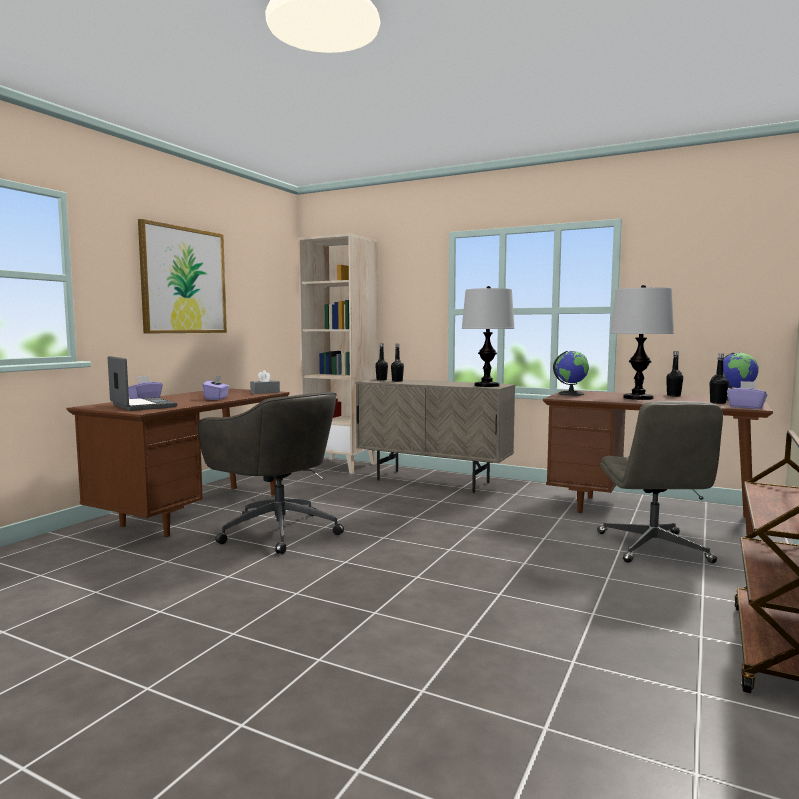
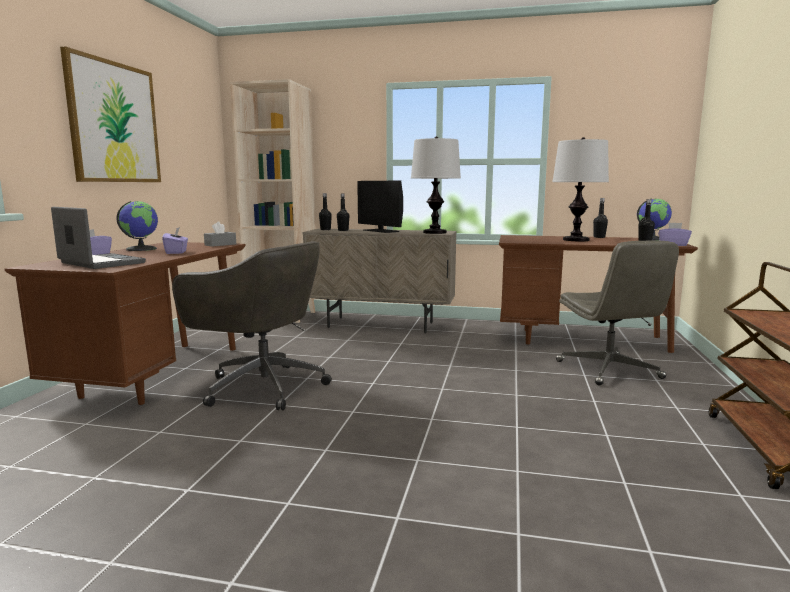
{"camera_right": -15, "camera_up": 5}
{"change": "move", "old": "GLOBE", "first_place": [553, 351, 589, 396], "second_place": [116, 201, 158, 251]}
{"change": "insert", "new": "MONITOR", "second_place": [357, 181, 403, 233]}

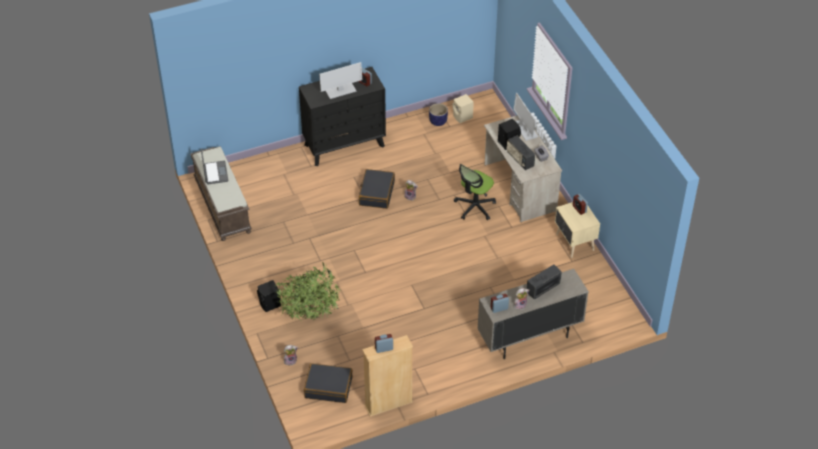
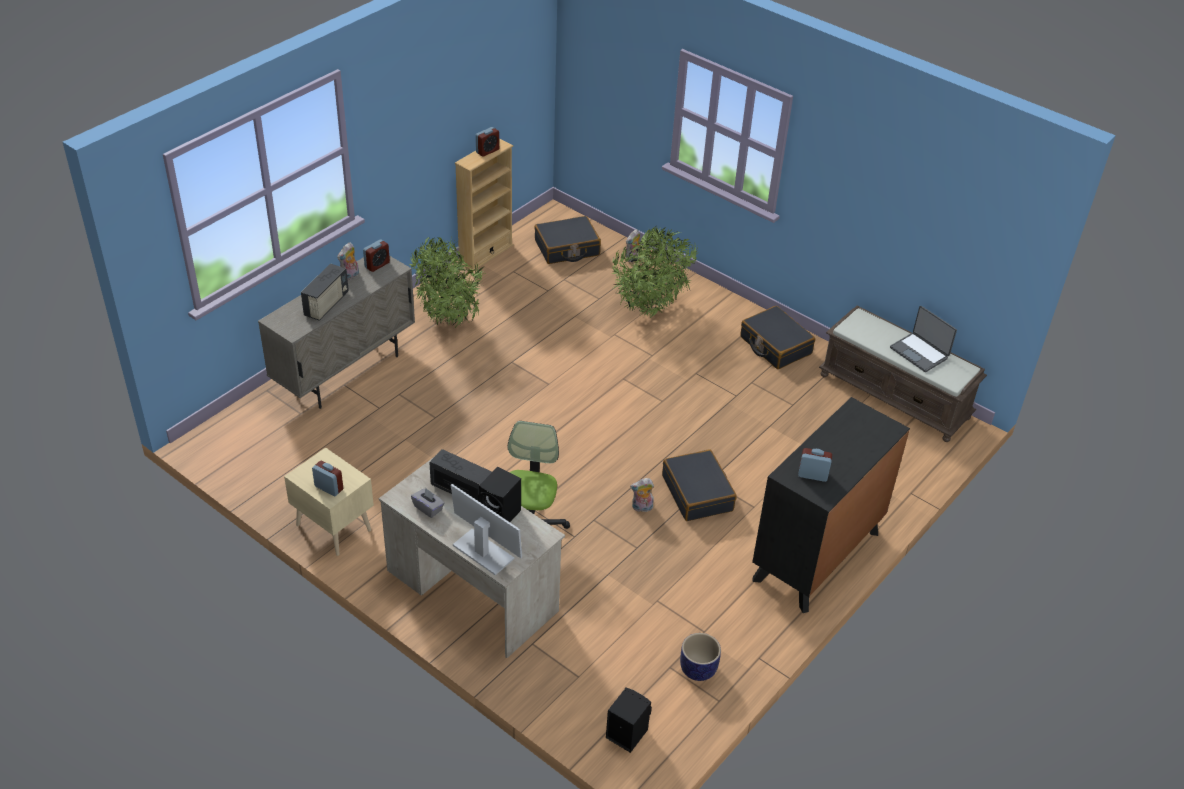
{"camera_right": 150, "camera_up": -5}
{"change": "delete", "old": "MONITOR", "first_place": [319, 62, 362, 99]}
{"change": "delete", "old": "BEIGE SPEAKER", "first_place": [453, 94, 474, 123]}
{"change": "move", "old": "BLACK SPEAKER", "first_place": [257, 280, 281, 312], "second_place": [606, 688, 652, 753]}
{"change": "insert", "new": "POTTED PLANT", "second_place": [409, 237, 486, 330]}
{"change": "insert", "new": "BLACK SUITCASE", "second_place": [740, 306, 815, 369]}

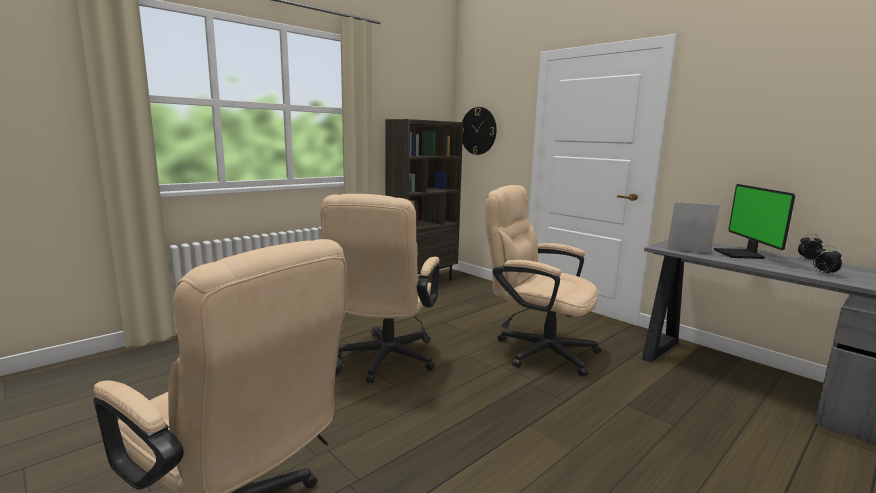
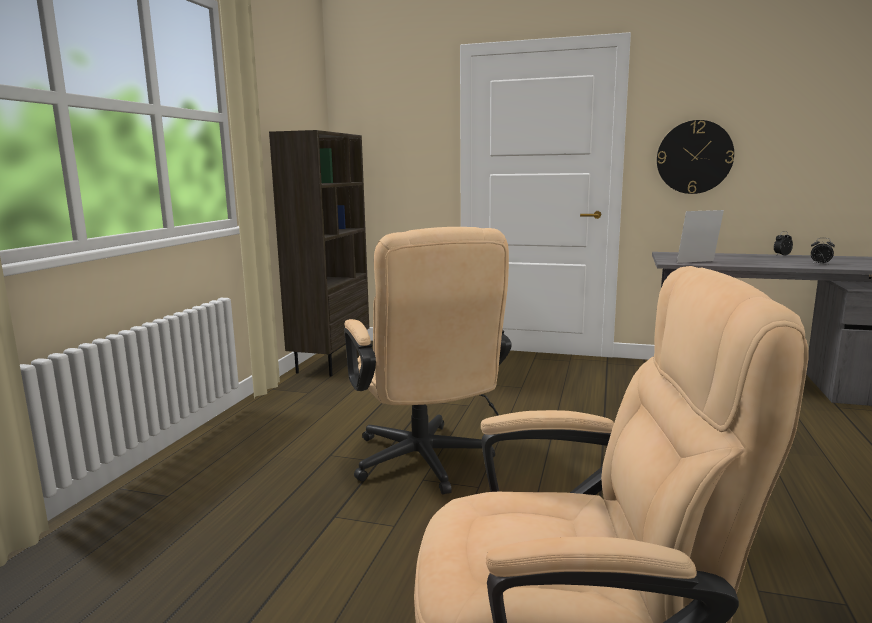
{"camera_right": -30, "camera_up": 0}
{"change": "move", "old": "WALL CLOCK", "first_place": [462, 107, 497, 155], "second_place": [657, 120, 734, 194]}
{"change": "delete", "old": "MONITOR", "first_place": [714, 184, 795, 259]}
{"change": "delete", "old": "BEIGE OFFICE CHAIR", "first_place": [485, 185, 601, 376]}

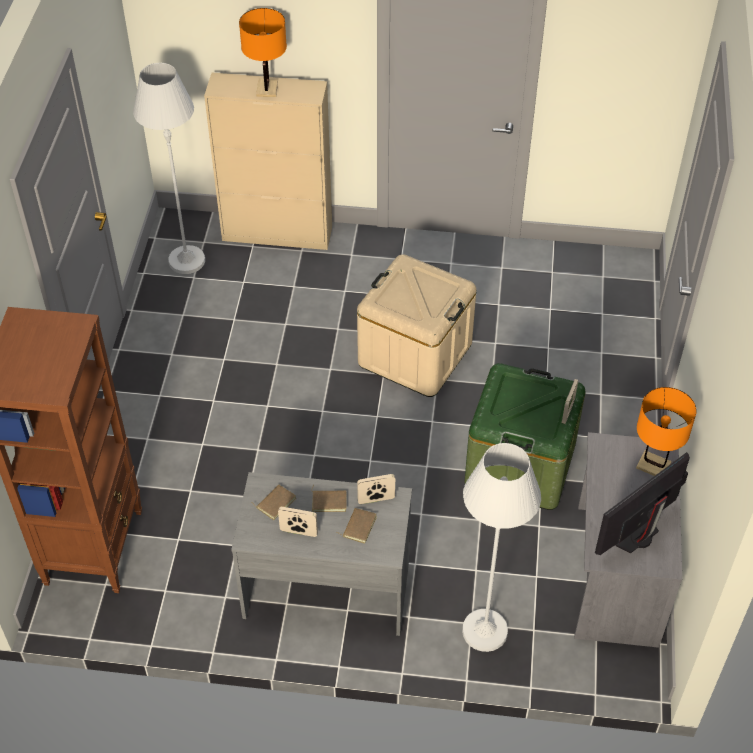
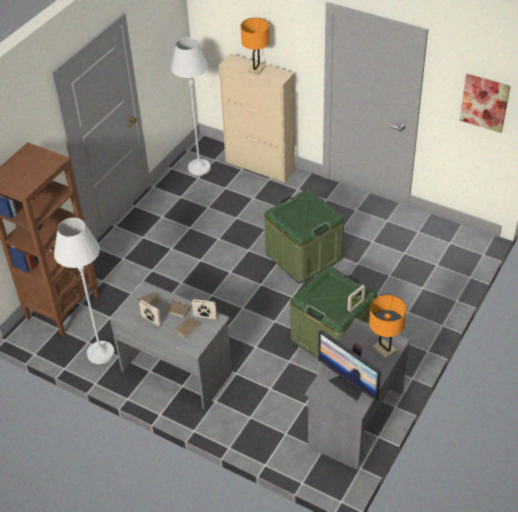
{"camera_right": 25, "camera_up": -5}
{"change": "recolor", "old": "BEIGE STORAGE BOX", "new": "GREEN STORAGE BOX", "first_place": [357, 254, 477, 397], "second_place": [264, 189, 344, 283]}
{"change": "move", "old": "WHITE FLOOR LAMP", "first_place": [462, 443, 541, 652], "second_place": [54, 218, 115, 364]}
{"change": "rotate", "old": "MONITOR", "first_place": [595, 452, 690, 555], "second_place": [318, 330, 381, 402], "degrees": -120}
{"change": "insert", "new": "PICTURE", "second_place": [460, 74, 510, 133]}

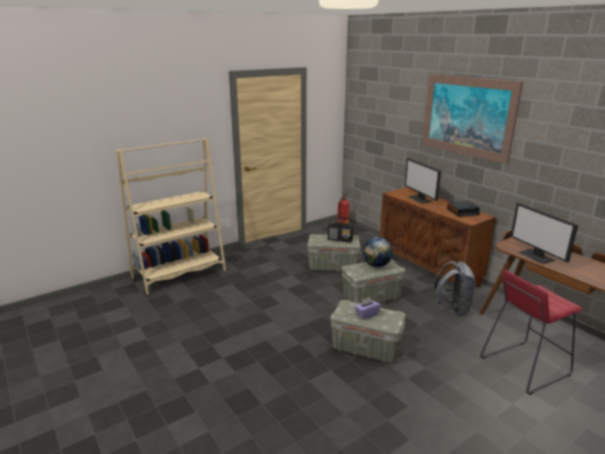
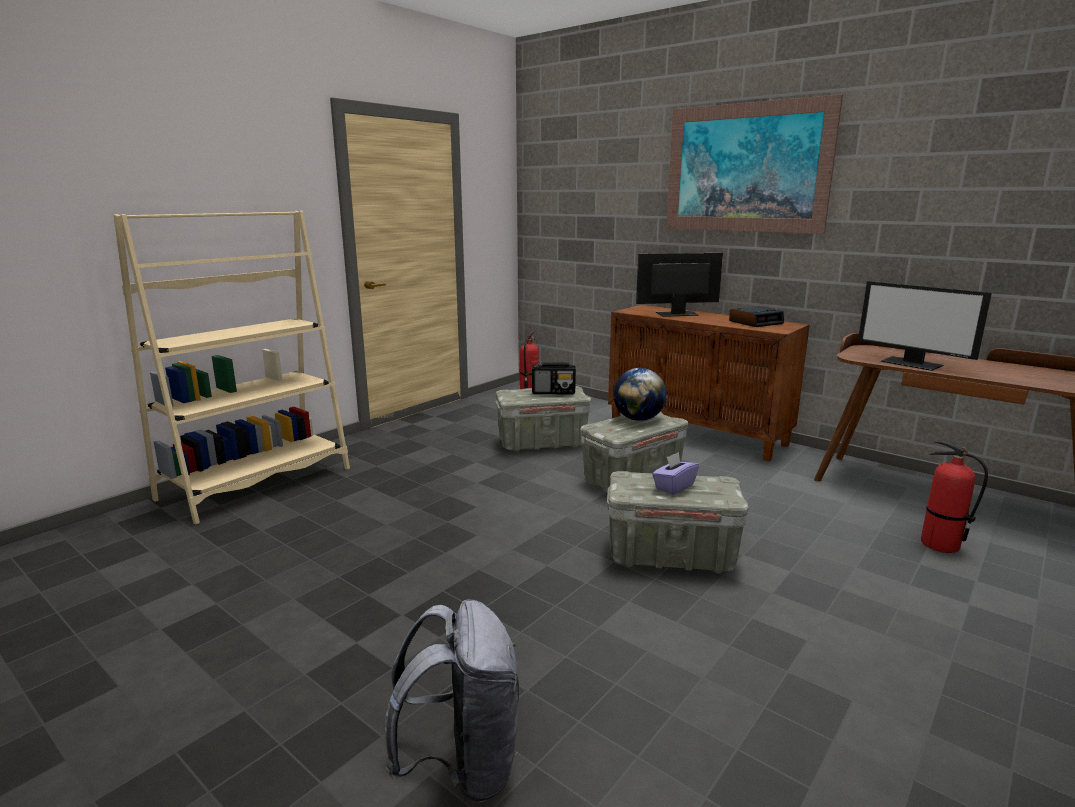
{"camera_right": -15, "camera_up": -5}
{"change": "rotate", "old": "MONITOR", "first_place": [405, 158, 441, 204], "second_place": [636, 253, 723, 317], "degrees": 120}
{"change": "move", "old": "GREY BACKPACK", "first_place": [434, 261, 476, 316], "second_place": [385, 600, 519, 802]}
{"change": "replace", "old": "RED STOOL", "new": "FIRE EXTINGUISHER", "first_place": [480, 270, 583, 395], "second_place": [921, 440, 988, 553]}

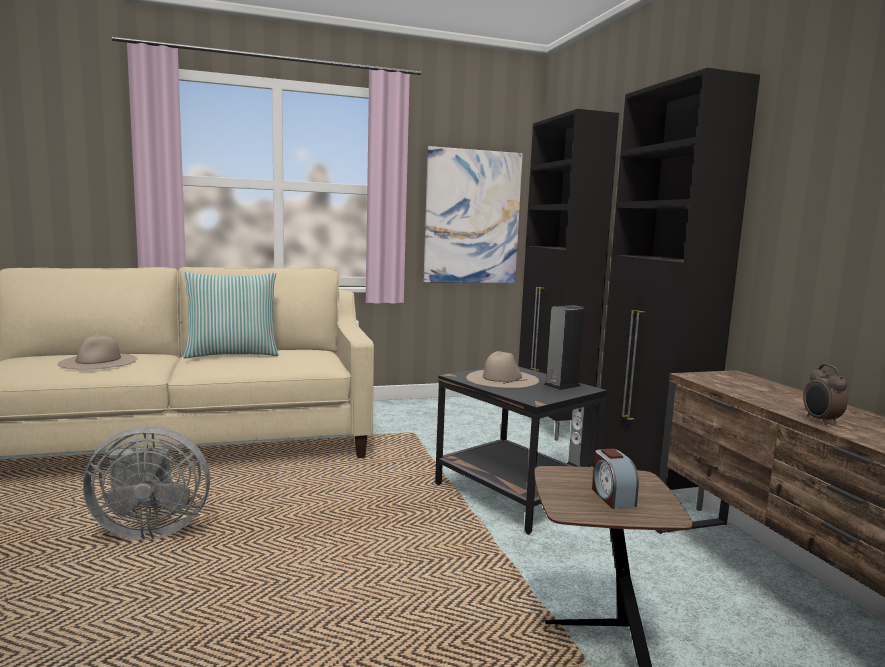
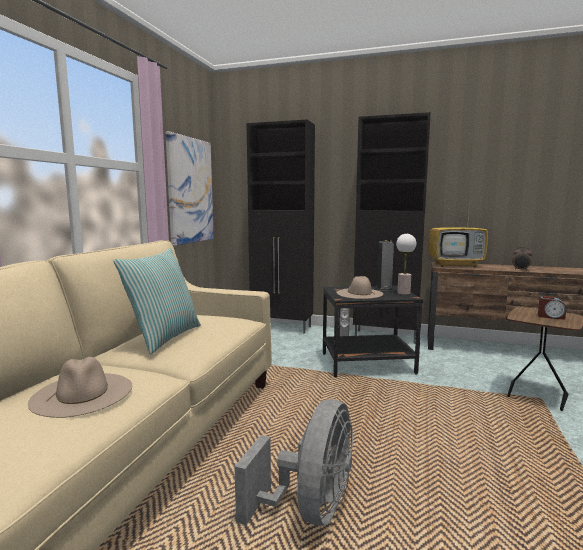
{"camera_right": -55, "camera_up": 0}
{"change": "insert", "new": "TELEVISION", "second_place": [428, 201, 488, 267]}
{"change": "insert", "new": "TABLE LAMP", "second_place": [396, 234, 416, 295]}

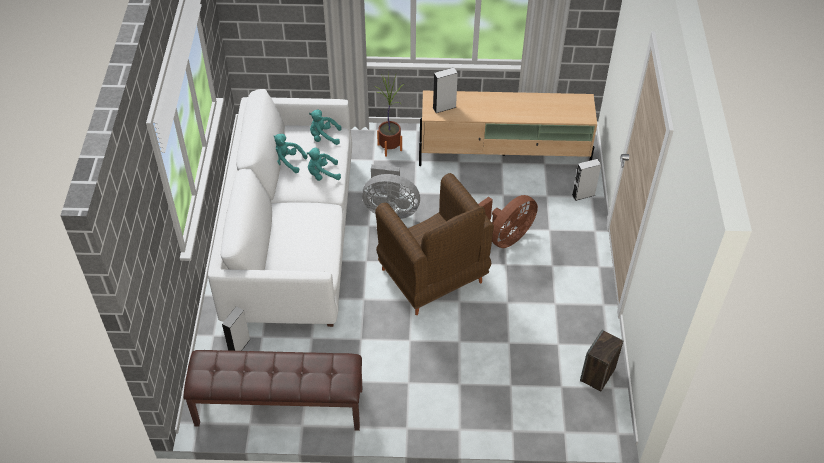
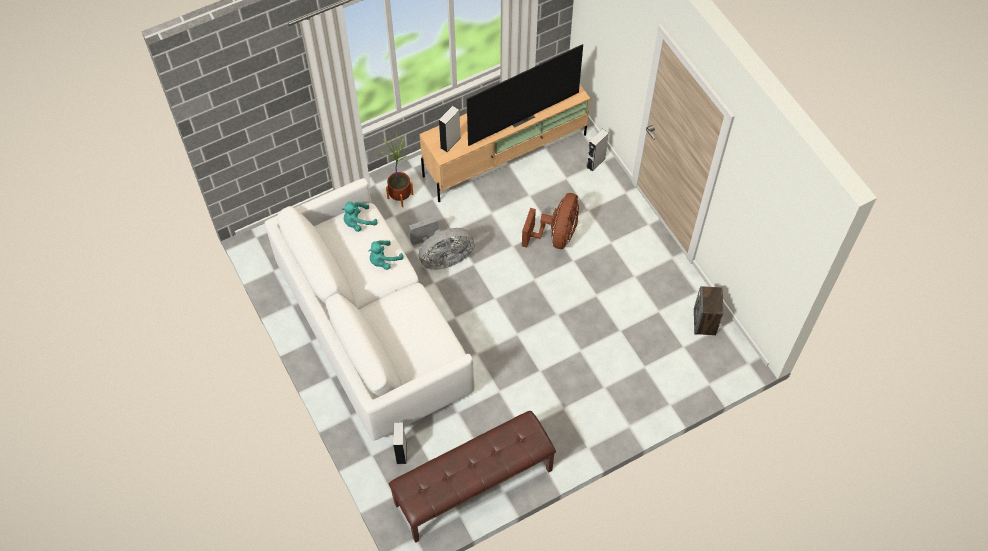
{"camera_right": -30, "camera_up": 10}
{"change": "delete", "old": "TURQUOISE PLUSH TOY", "first_place": [274, 134, 307, 173]}
{"change": "delete", "old": "BROWN ARMCHAIR", "first_place": [375, 173, 494, 315]}
{"change": "insert", "new": "TELEVISION", "second_place": [467, 44, 583, 146]}

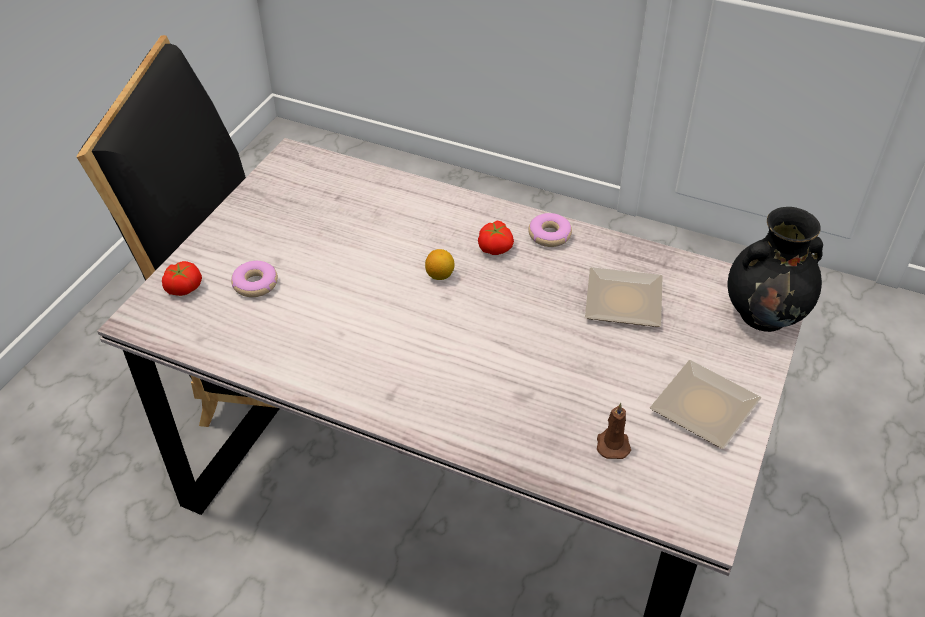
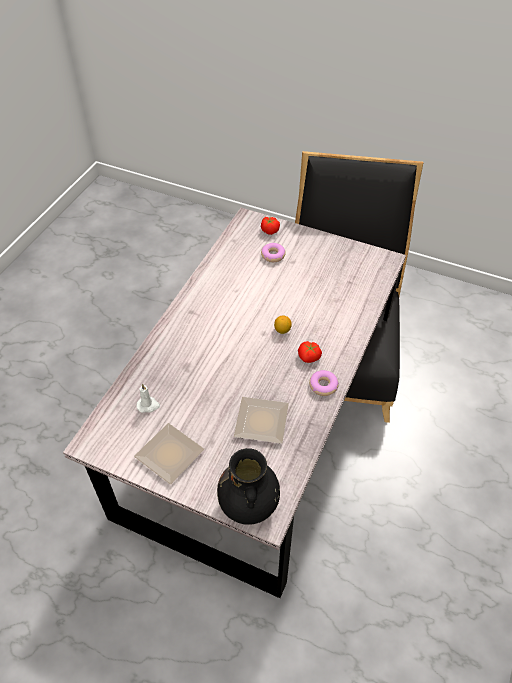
{"camera_right": 90, "camera_up": 5}
{"change": "recolor", "old": "BROWN CANDLE", "new": "WHITE CANDLE", "first_place": [597, 403, 631, 459], "second_place": [136, 384, 160, 413]}

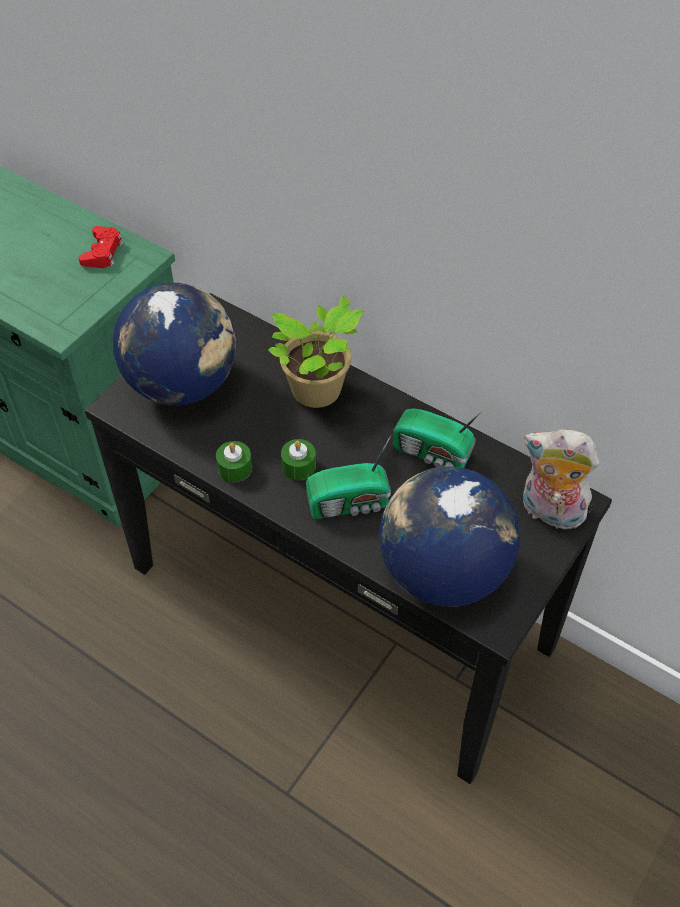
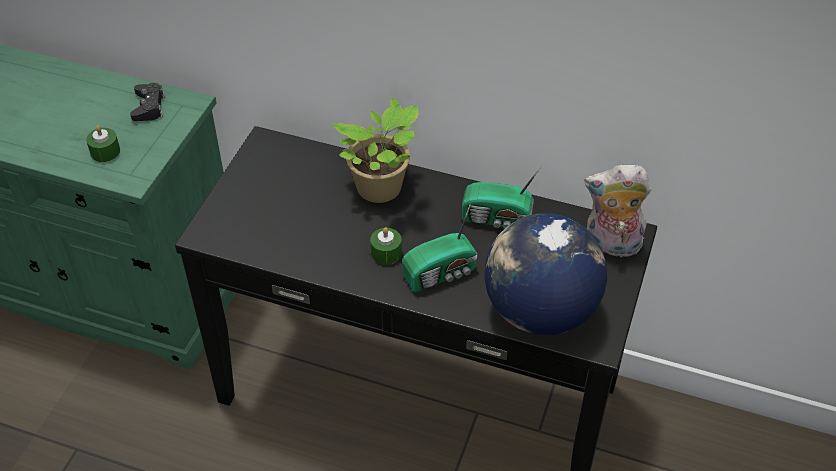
{"camera_right": -15, "camera_up": -5}
{"change": "recolor", "old": "RED GAME CONTROLLER", "new": "BLACK GAME CONTROLLER", "first_place": [78, 226, 123, 268], "second_place": [130, 83, 165, 121]}
{"change": "delete", "old": "GLOBE", "first_place": [113, 283, 236, 405]}
{"change": "move", "old": "GREEN CANDLE", "first_place": [216, 441, 252, 482], "second_place": [86, 125, 120, 162]}

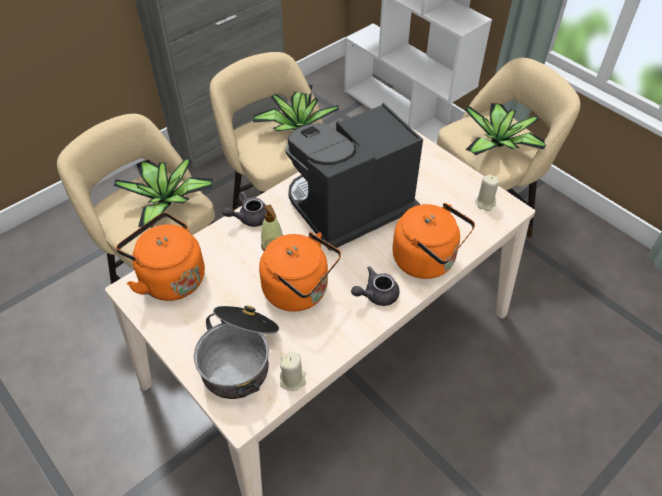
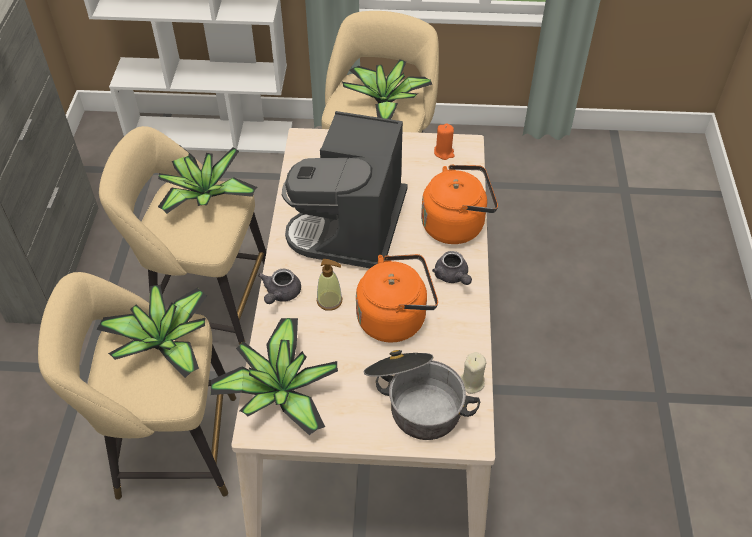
{"camera_right": -45, "camera_up": 0}
{"change": "recolor", "old": "BEIGE CANDLE", "new": "ORANGE CANDLE", "first_place": [475, 174, 499, 211], "second_place": [434, 123, 455, 160]}
{"change": "replace", "old": "ORANGE KETTLE", "new": "POTTED PLANT", "first_place": [116, 212, 205, 301], "second_place": [210, 318, 338, 435]}
{"change": "rotate", "old": "GREY TEAPOT", "first_place": [351, 266, 399, 306], "second_place": [432, 251, 472, 285], "degrees": -45}

